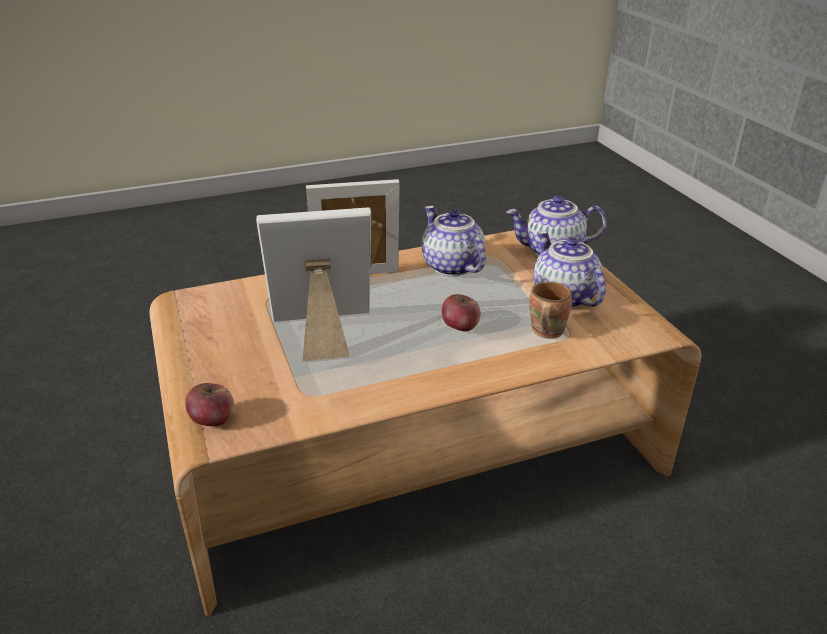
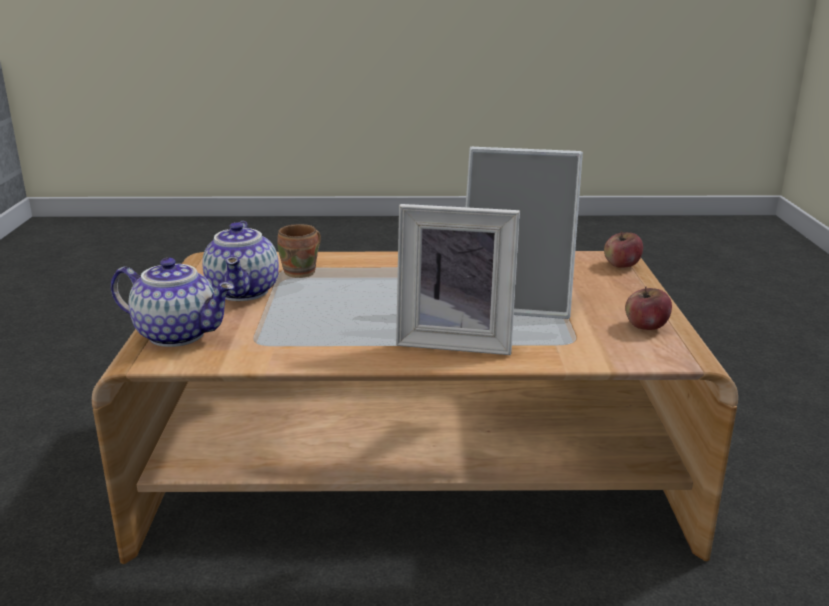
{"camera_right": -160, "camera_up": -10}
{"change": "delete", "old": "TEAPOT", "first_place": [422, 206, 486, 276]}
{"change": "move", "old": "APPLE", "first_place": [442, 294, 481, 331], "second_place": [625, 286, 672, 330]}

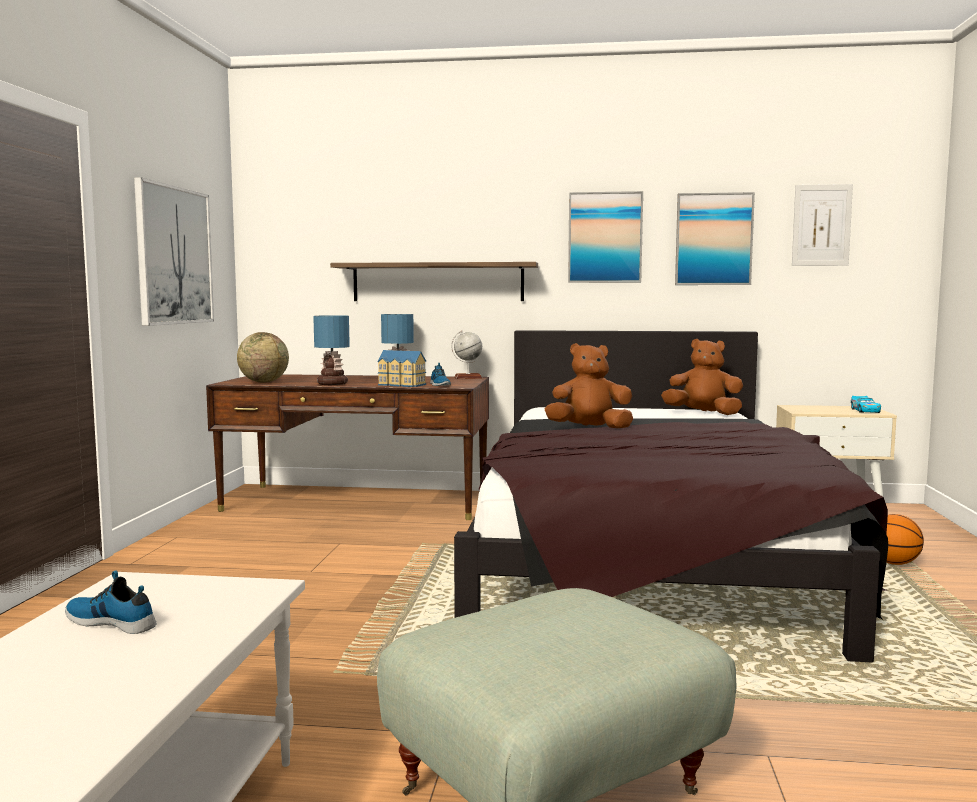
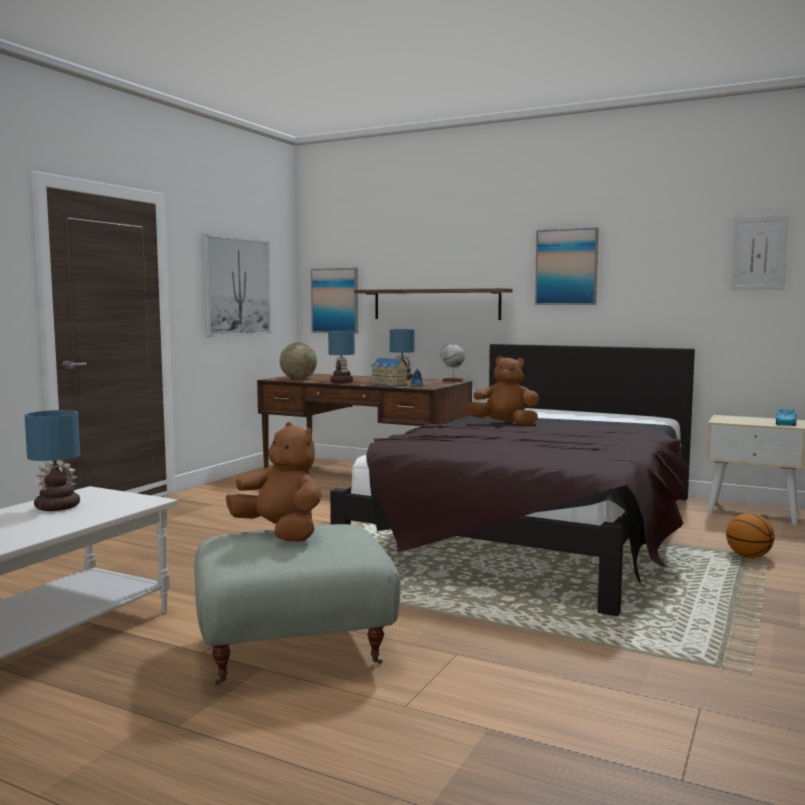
{"camera_right": 20, "camera_up": 0}
{"change": "move", "old": "PICTURE", "first_place": [675, 192, 755, 285], "second_place": [311, 268, 358, 334]}
{"change": "move", "old": "BROWN PLUSH TOY", "first_place": [661, 339, 743, 415], "second_place": [226, 422, 321, 542]}
{"change": "replace", "old": "SHOE", "new": "TABLE LAMP", "first_place": [65, 570, 156, 634], "second_place": [24, 410, 80, 511]}

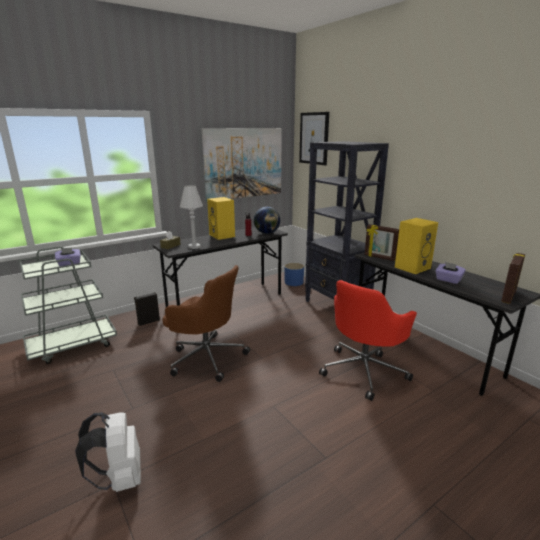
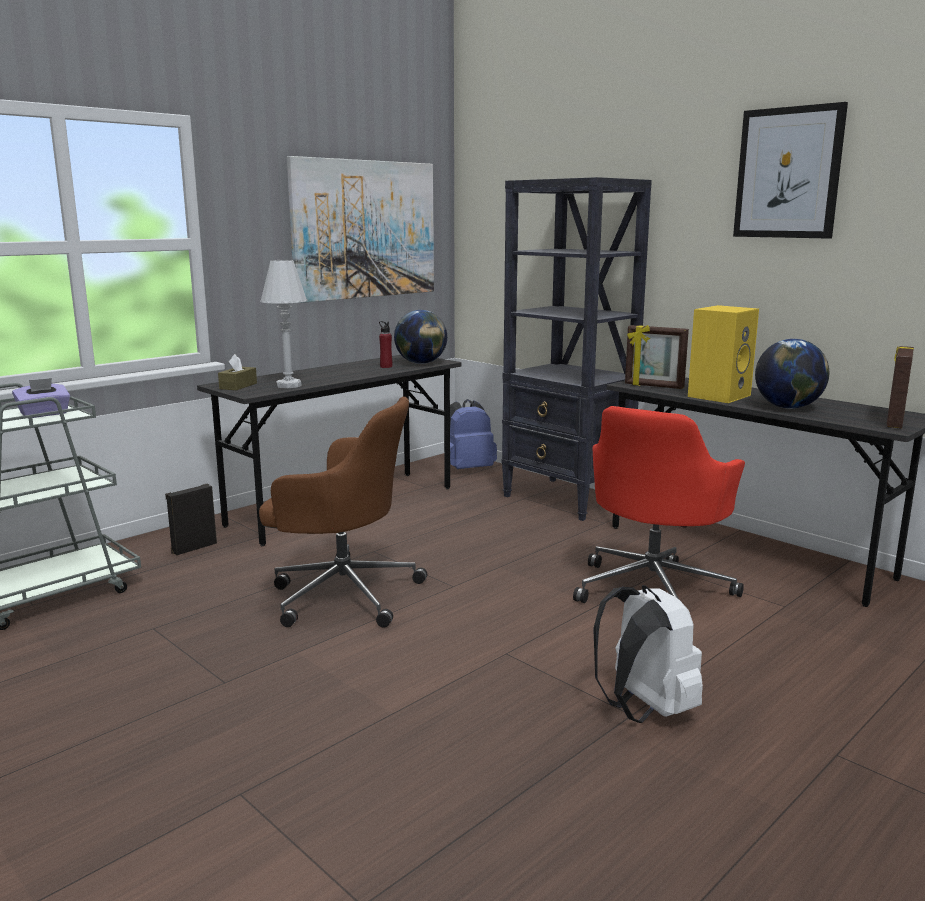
{"camera_right": -10, "camera_up": -5}
{"change": "move", "old": "PICTURE", "first_place": [299, 112, 329, 165], "second_place": [733, 102, 848, 239]}
{"change": "delete", "old": "YELLOW SPEAKER", "first_place": [207, 197, 235, 240]}
{"change": "replace", "old": "PURPLE TISSUE BOX", "new": "GLOBE", "first_place": [435, 262, 466, 284], "second_place": [755, 339, 829, 409]}
{"change": "replace", "old": "BLUE PLANTER", "new": "BLUE BACKPACK", "first_place": [284, 263, 304, 286], "second_place": [450, 399, 497, 469]}
{"change": "move", "old": "WHITE BACKPACK", "first_place": [75, 412, 141, 492], "second_place": [593, 585, 703, 723]}

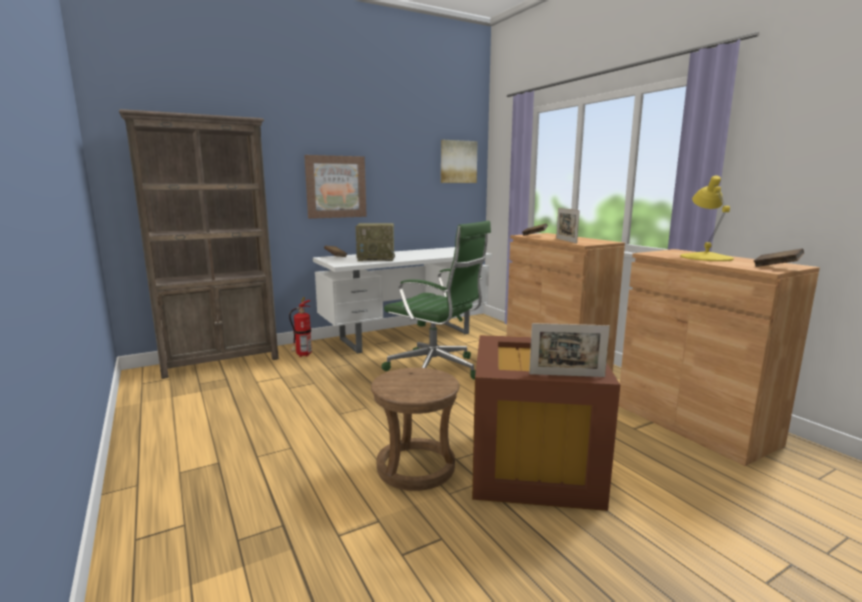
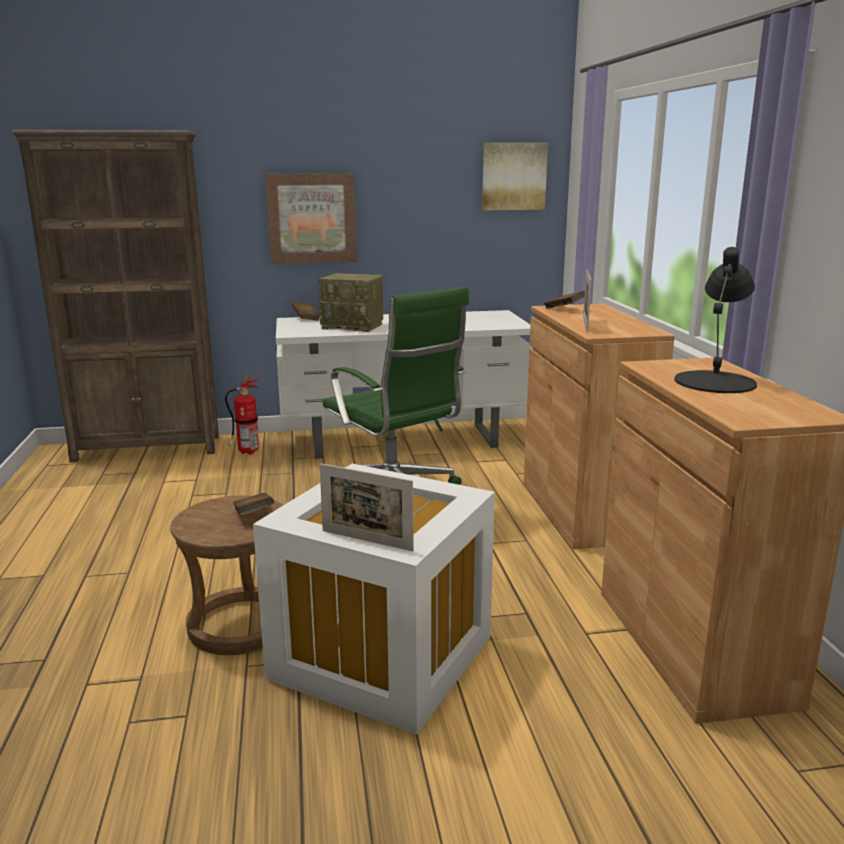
{"camera_right": 20, "camera_up": 5}
{"change": "recolor", "old": "YELLOW TABLE LAMP", "new": "BLACK TABLE LAMP", "first_place": [680, 176, 734, 261], "second_place": [674, 247, 757, 393]}
{"change": "move", "old": "BROWN BOOK", "first_place": [754, 248, 804, 267], "second_place": [233, 493, 274, 516]}
{"change": "recolor", "old": "BROWN STORAGE BOX", "new": "WHITE STORAGE BOX", "first_place": [472, 335, 620, 511], "second_place": [253, 464, 495, 734]}

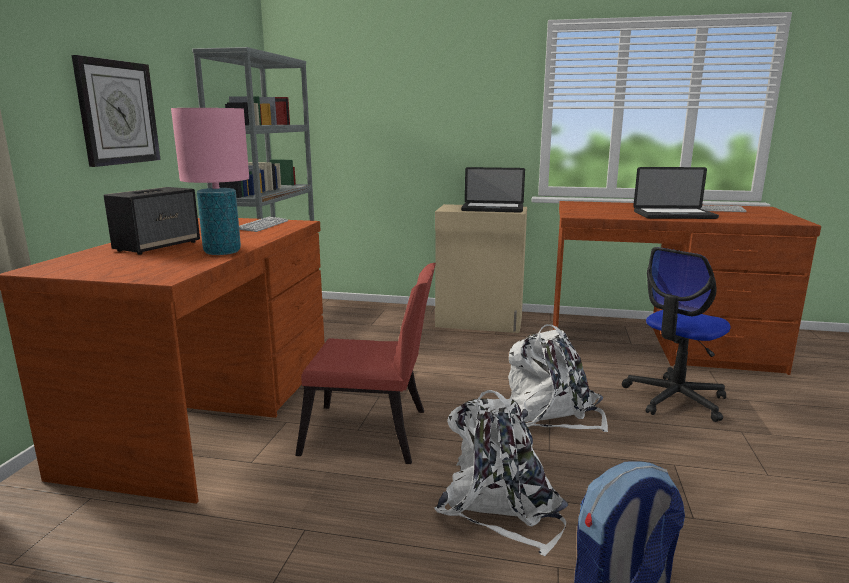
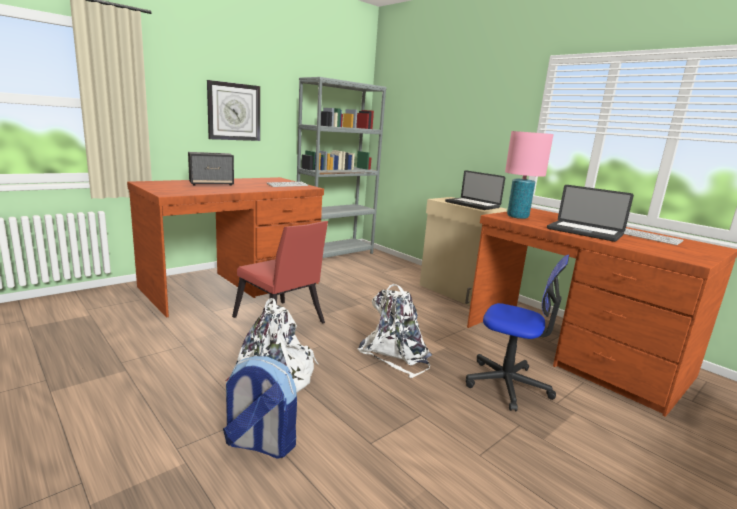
{"camera_right": 35, "camera_up": 0}
{"change": "move", "old": "PINK TABLE LAMP", "first_place": [171, 108, 249, 255], "second_place": [505, 131, 554, 219]}
{"change": "rotate", "old": "OFFICE CHAIR", "first_place": [622, 247, 731, 422], "second_place": [466, 255, 569, 412], "degrees": -150}

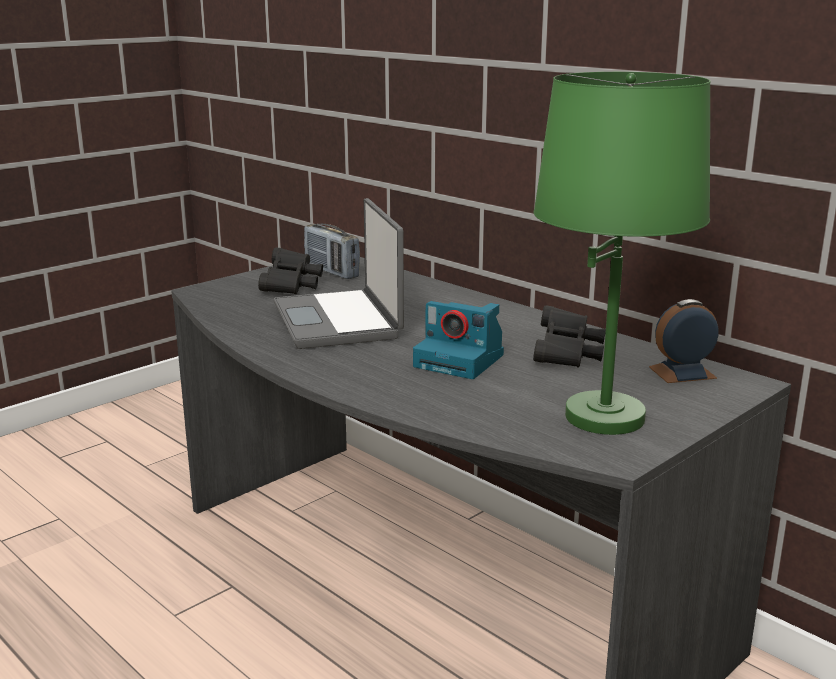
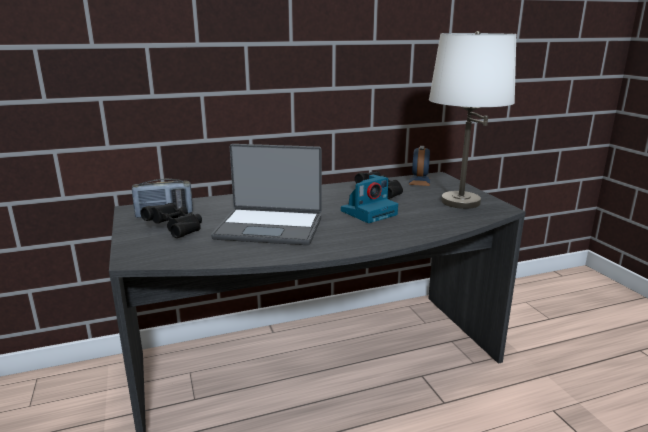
{"camera_right": -65, "camera_up": 0}
{"change": "recolor", "old": "GREEN TABLE LAMP", "new": "WHITE TABLE LAMP", "first_place": [534, 72, 711, 435], "second_place": [429, 31, 517, 209]}

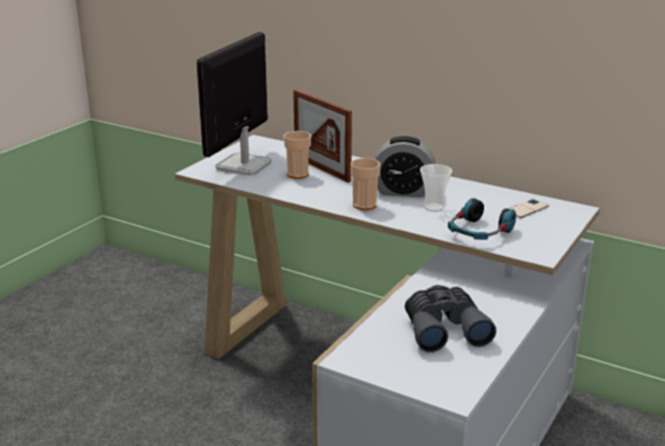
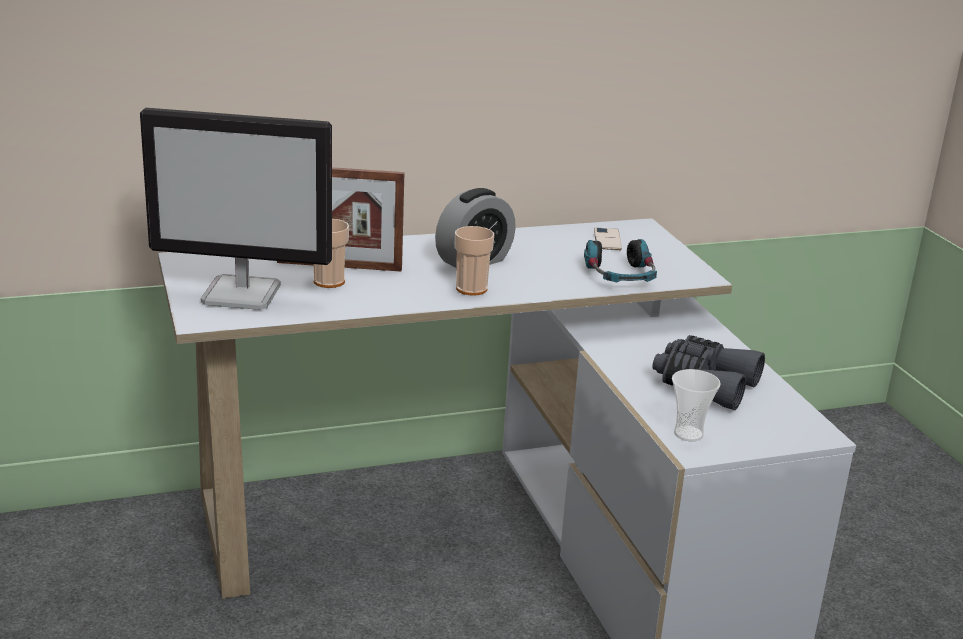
{"camera_right": -50, "camera_up": 0}
{"change": "rotate", "old": "MONITOR", "first_place": [196, 32, 272, 176], "second_place": [140, 108, 332, 310], "degrees": -60}
{"change": "move", "old": "CUP", "first_place": [420, 164, 452, 212], "second_place": [672, 369, 721, 442]}

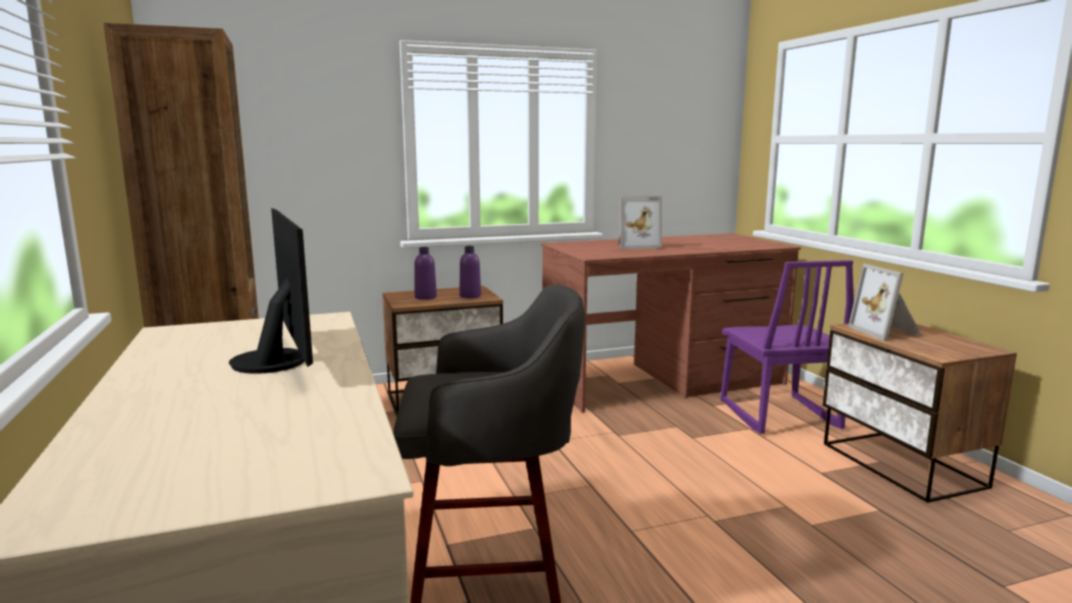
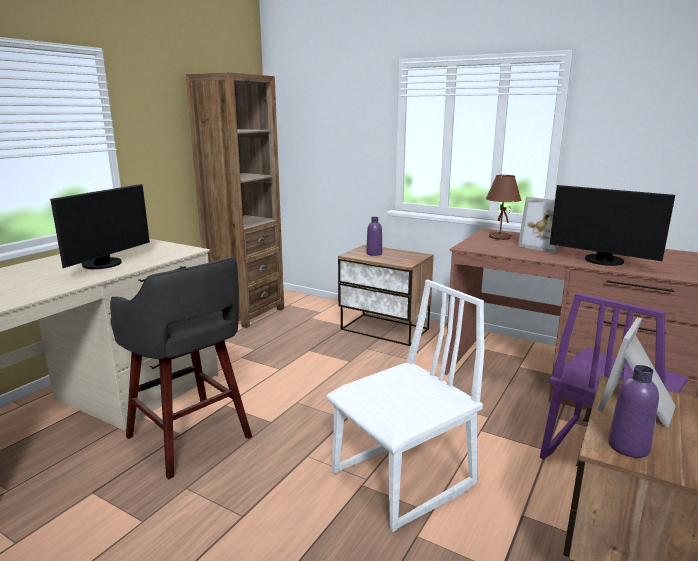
{"camera_right": 50, "camera_up": 5}
{"change": "move", "old": "PURPLE BOTTLE", "first_place": [460, 246, 481, 298], "second_place": [608, 365, 659, 458]}
{"change": "insert", "new": "BROWN TABLE LAMP", "second_place": [486, 175, 521, 240]}
{"change": "insert", "new": "MONITOR", "second_place": [550, 185, 675, 266]}
{"change": "insert", "new": "WHITE CHAIR", "second_place": [326, 280, 484, 532]}

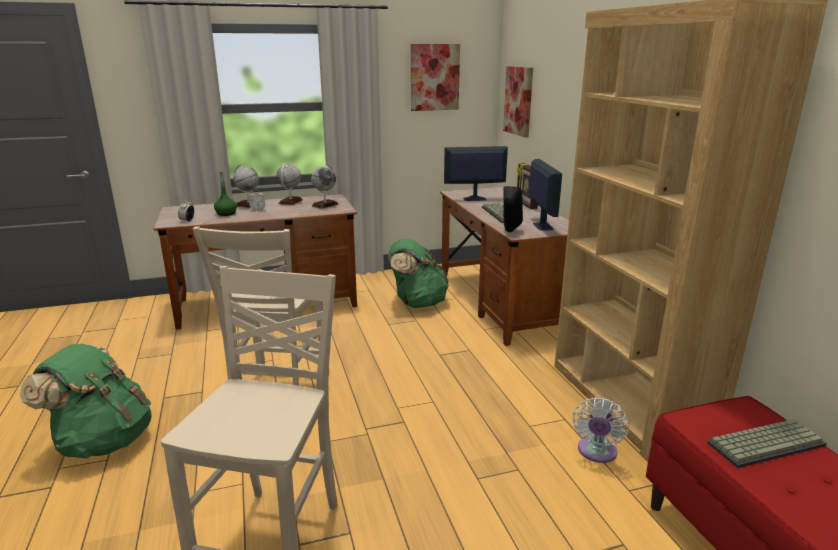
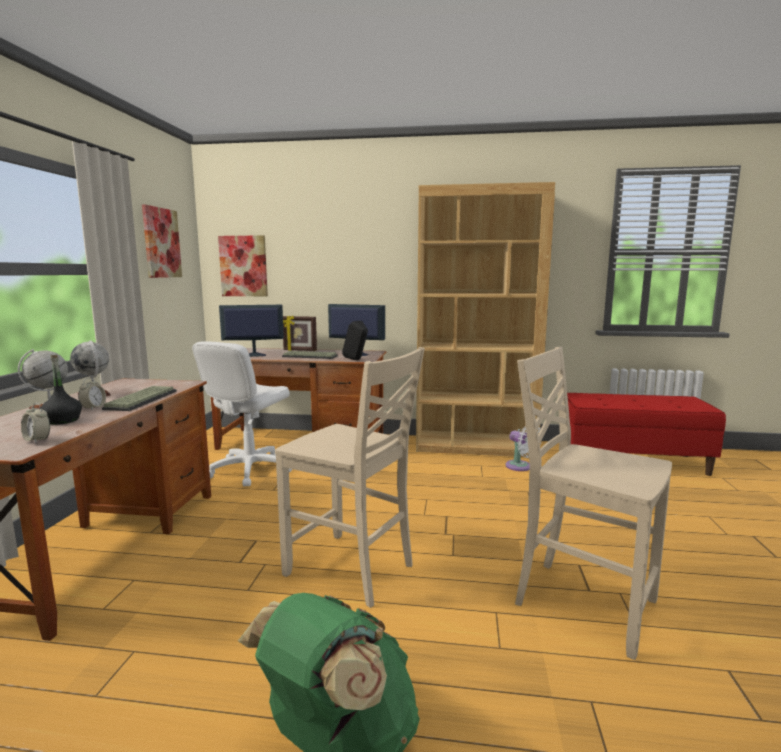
{"camera_right": -65, "camera_up": -10}
{"change": "rotate", "old": "MONITOR", "first_place": [444, 146, 508, 201], "second_place": [219, 305, 284, 357], "degrees": 60}
{"change": "delete", "old": "GLOBE", "first_place": [311, 164, 338, 209]}
{"change": "recolor", "old": "GREEN BOTTLE", "new": "BLACK BOTTLE", "first_place": [214, 172, 237, 216], "second_place": [41, 355, 82, 425]}
{"change": "replace", "old": "GREEN BACKPACK", "new": "WHITE OFFICE CHAIR", "first_place": [388, 239, 449, 308], "second_place": [192, 341, 292, 487]}
{"change": "move", "old": "KEYBOARD", "first_place": [708, 419, 827, 468], "second_place": [102, 386, 177, 411]}

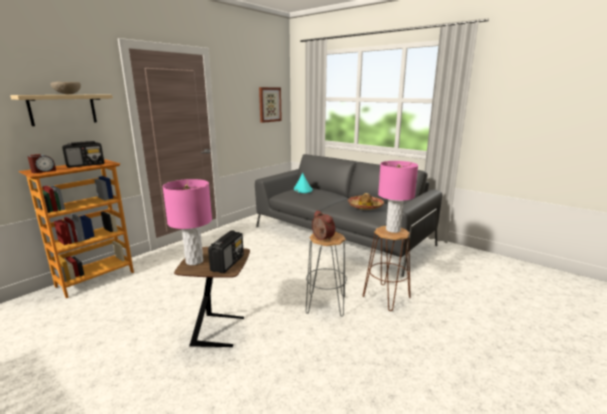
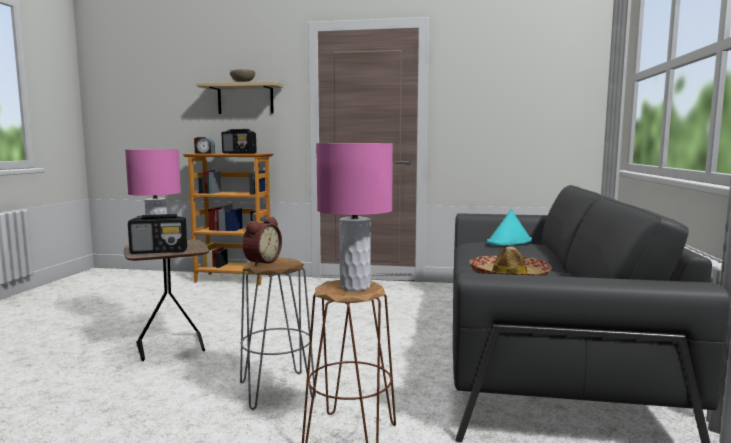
{"camera_right": 60, "camera_up": -10}
{"change": "delete", "old": "PICTURE", "first_place": [259, 87, 282, 123]}

